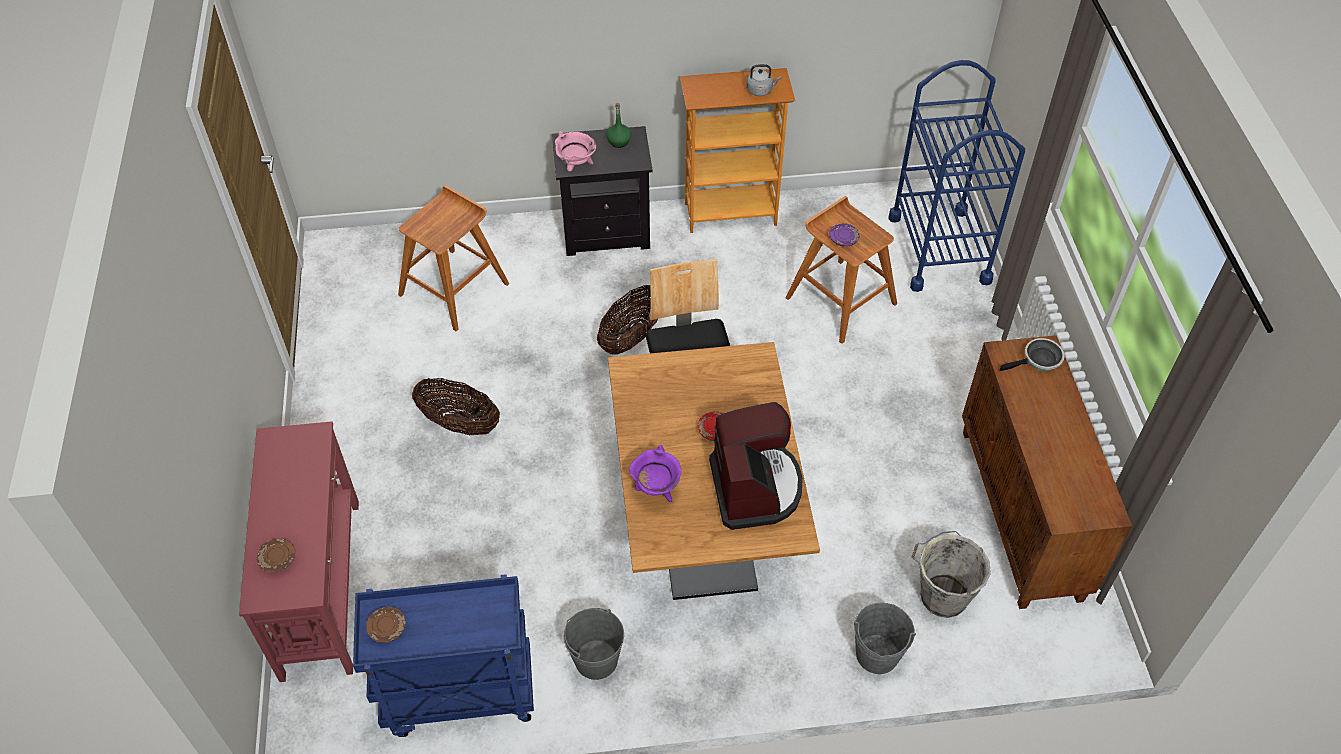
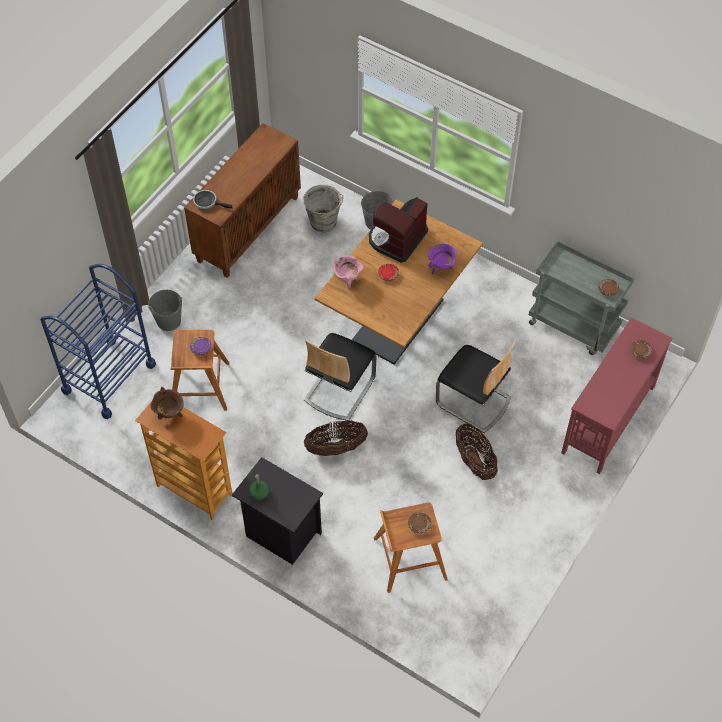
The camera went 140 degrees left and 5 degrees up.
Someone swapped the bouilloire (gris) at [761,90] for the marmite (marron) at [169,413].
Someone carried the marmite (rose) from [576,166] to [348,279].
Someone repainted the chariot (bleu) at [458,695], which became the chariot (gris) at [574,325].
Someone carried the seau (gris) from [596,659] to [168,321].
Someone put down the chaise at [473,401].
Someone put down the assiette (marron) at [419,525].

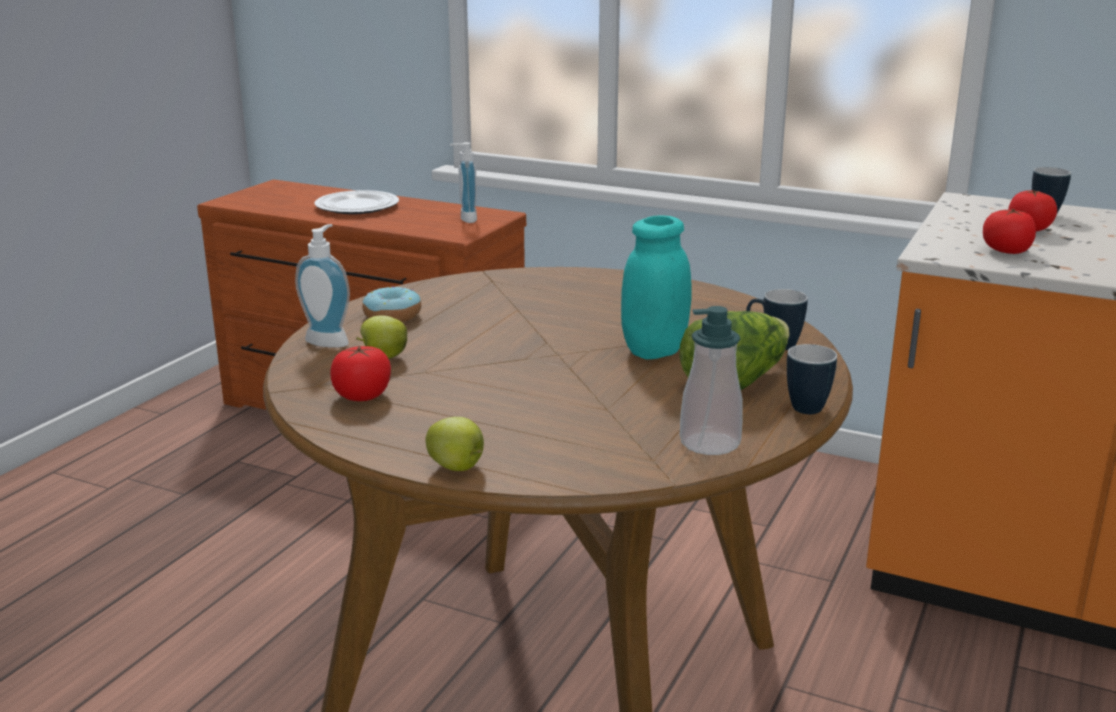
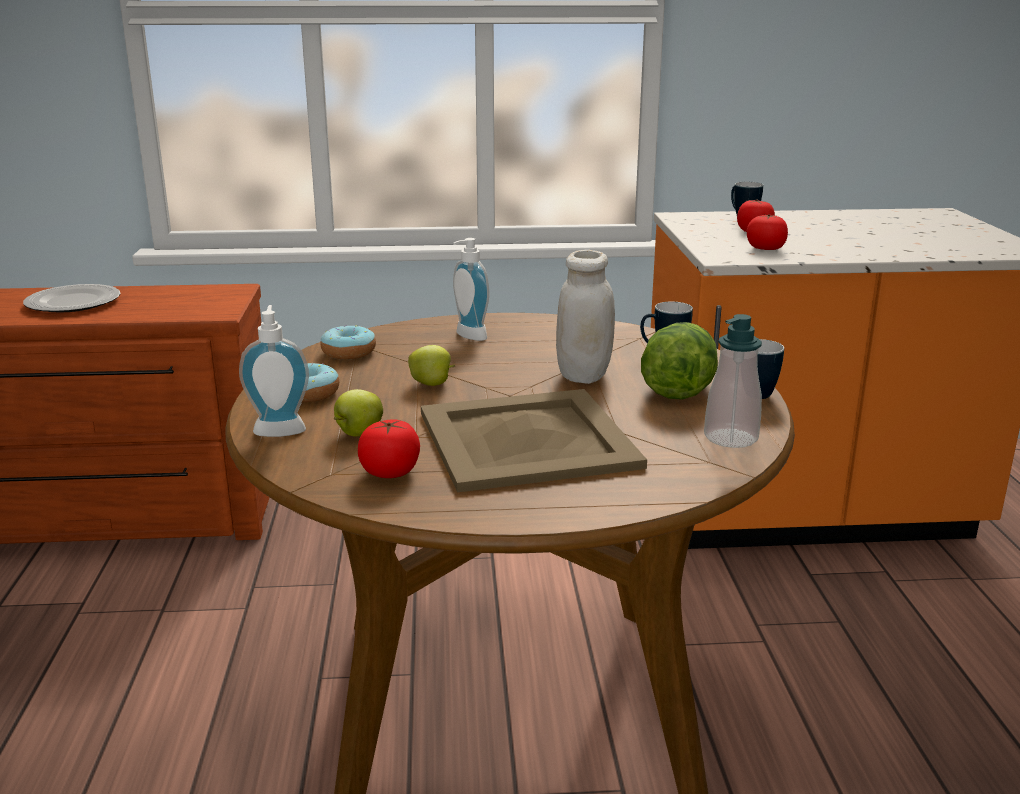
The camera went 30 degrees left and 0 degrees up.
Someone carried the distributeur de savon from [465,219] to [467,336].
Someone repainted the bocal (turquoise) at [654,351], which became the bocal (blanc) at [584,375].
Someone carried the pomme from [457,468] to [432,384].
Someone put down the beignet at [348,352].
Someone put down the plateau (beige) at [525,440].

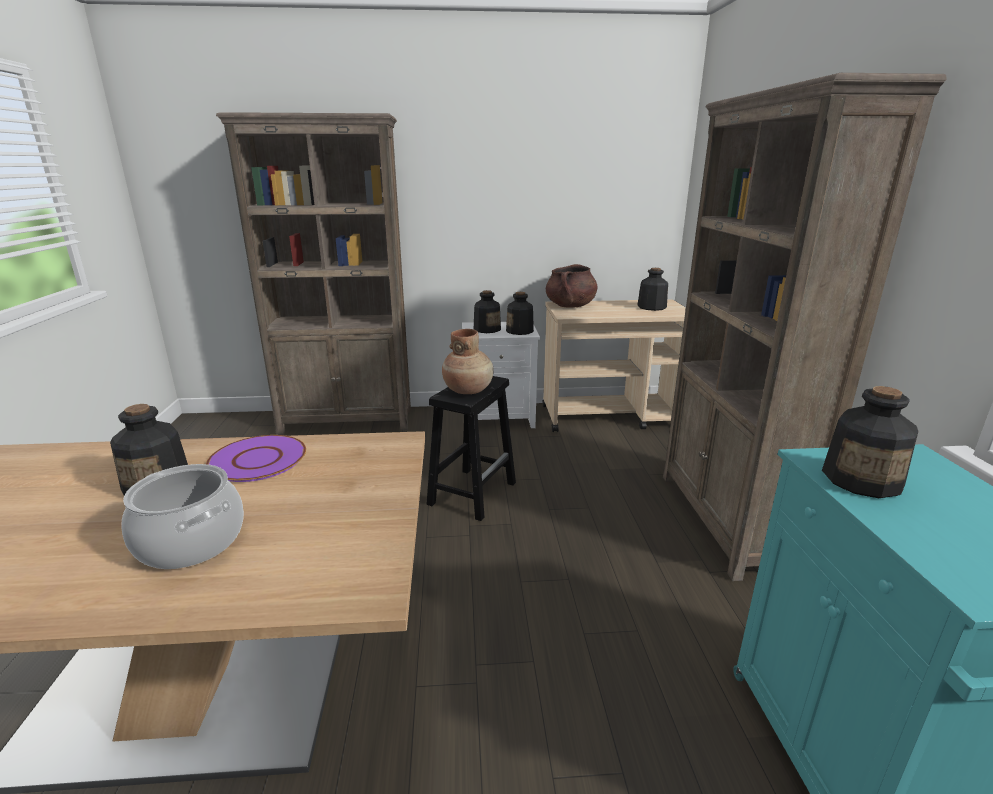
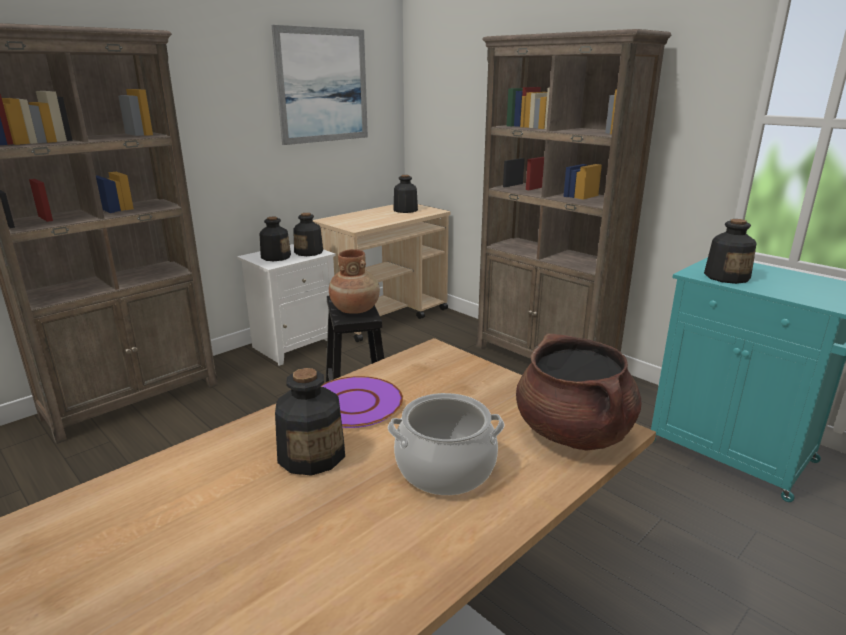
The camera went 40 degrees left and 0 degrees up.
Someone carried the marmite (marron) from [570,306] to [573,433].
Someone put up the tableau at [323,86].

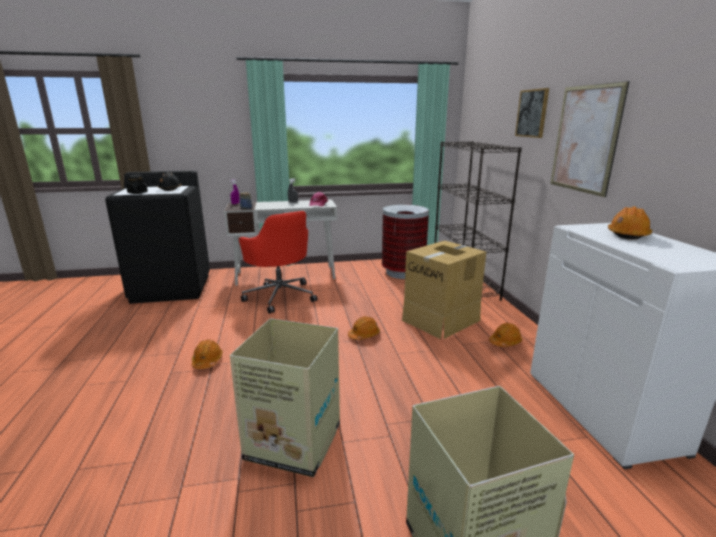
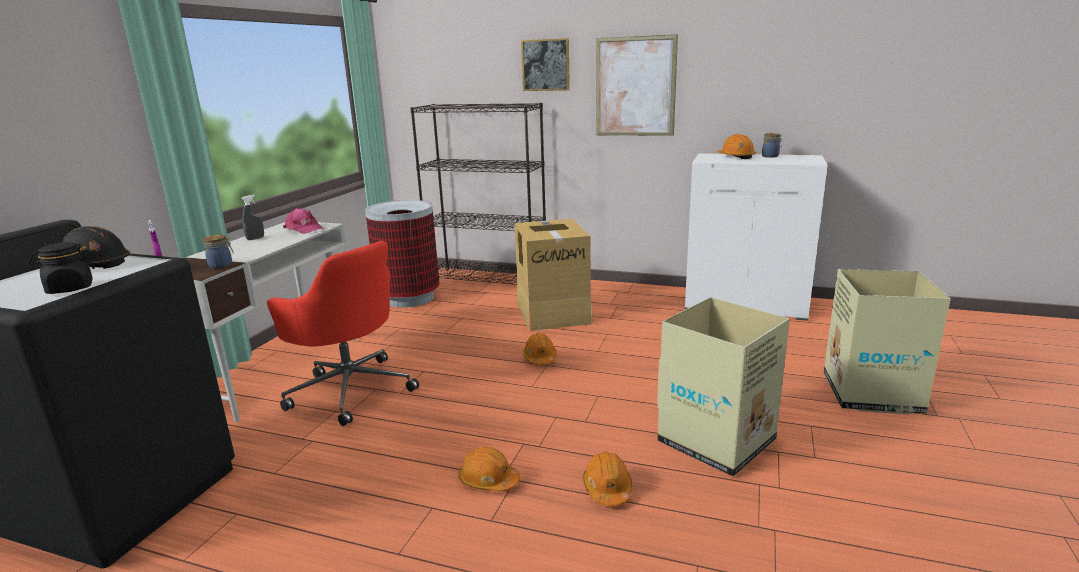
The camera went 60 degrees left and 0 degrees up.
Someone rotated the chaise de bureau (rouge) at [280,296] by 45 degrees clockwise.
Someone carried the casque de chantier (orange) from [505,342] to [607,489].
Someone put down the bocal at [771,156].

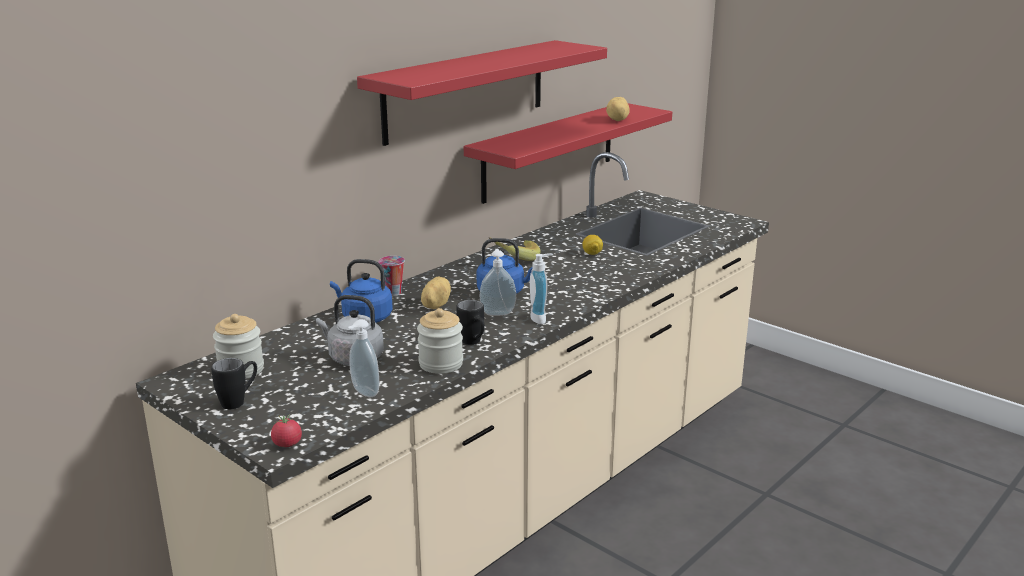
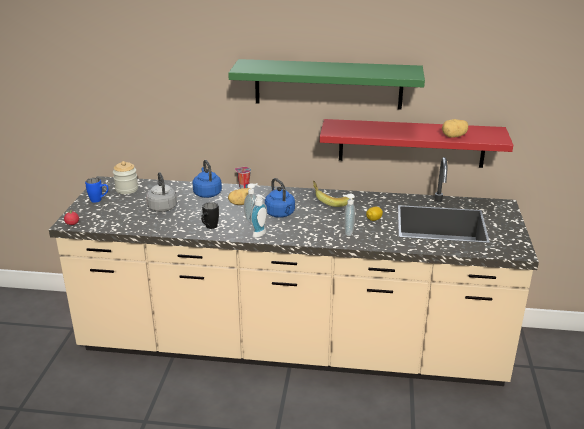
The camera went 55 degrees right and 5 degrees up.
Someone repainted the étagère (rouge) at [466,90], which became the étagère (vert) at [328,84].
Someone took away the bocal at [441,364].
Someone carried the distributeur de savon from [363,393] to [347,232].
Someone repainted the mug (noir) at [239,401], which became the mug (bleu) at [99,200].

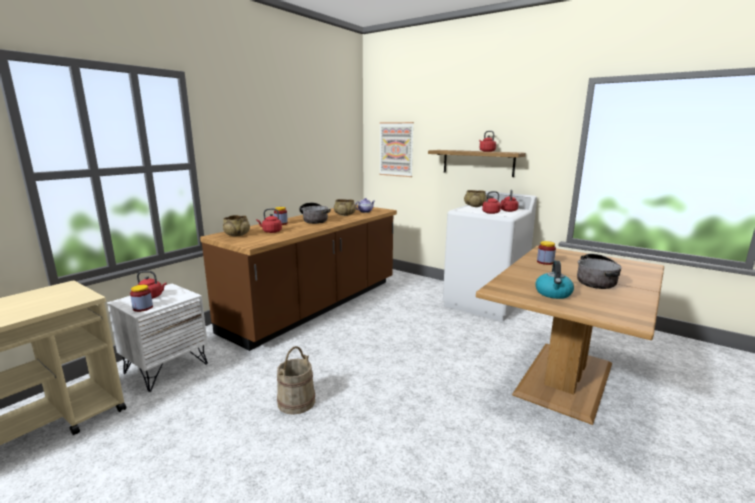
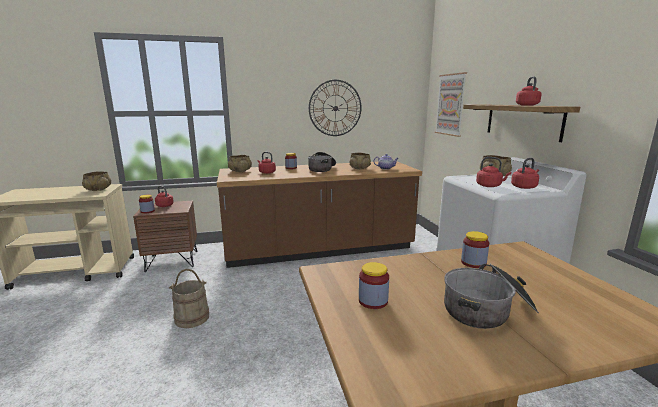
The camera went 40 degrees right and 0 degrees up.
Someone swapped the bouilloire at [553,293] for the bocal at [373,301].
Someone repainted the table de chevet (blanc) at [166,368], which became the table de chevet (marron) at [172,261].
Someone put up the horloge murale at [335,108].
Someone put down the bol (beige) at [98,189].

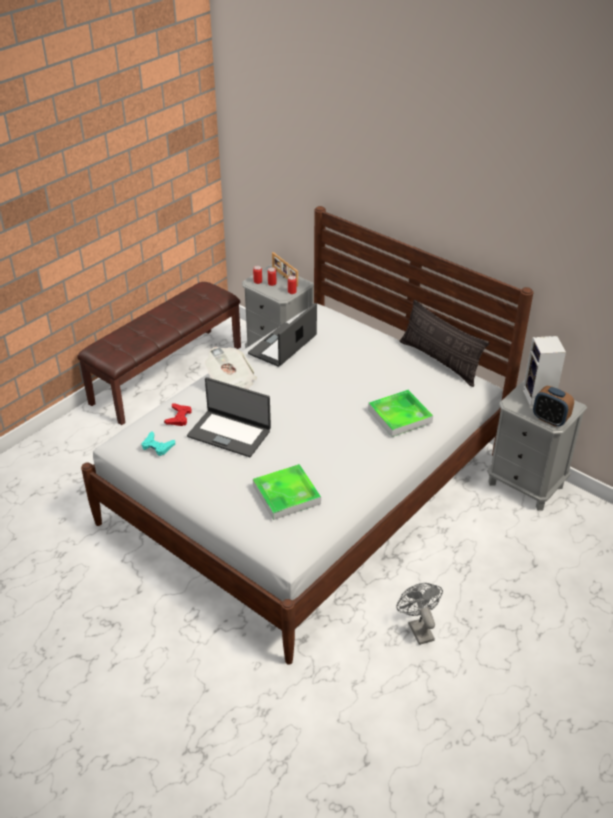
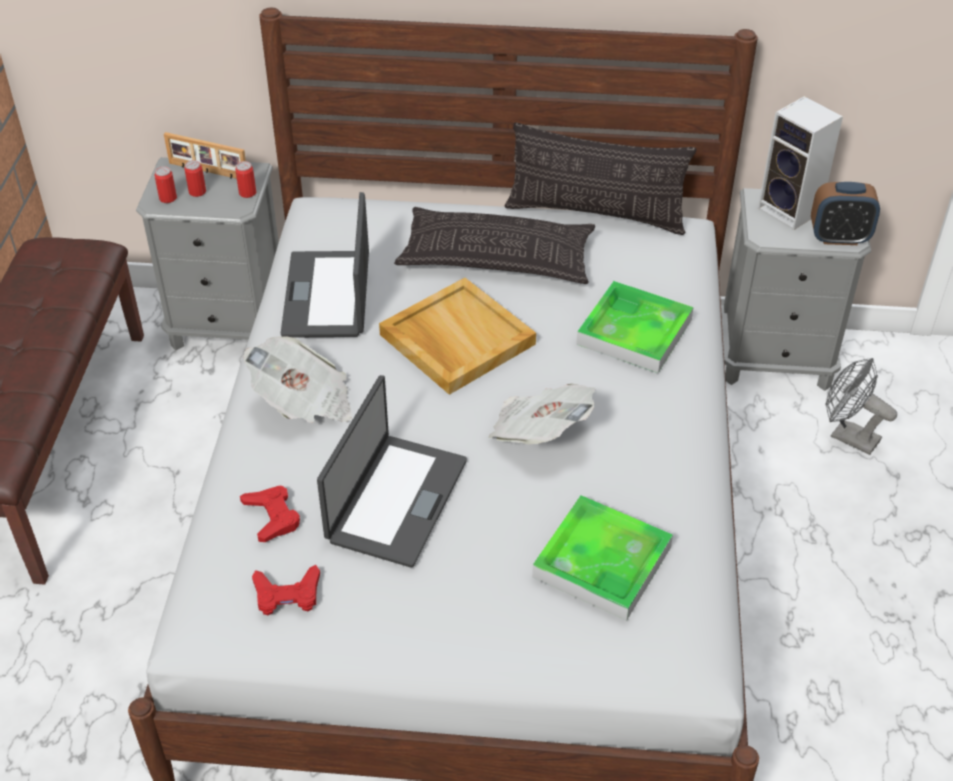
The camera went 35 degrees left and 5 degrees up.
Someone rotated the ordinateur portable at [229,433] by 60 degrees counterclockwise.
Someone repainted the manette (turquoise) at [157,446], which became the manette (rouge) at [287,595].
Someone carried the ventilateur (gris) from [418,628] to [847,436].
Someone put down the coussin at [497,257].
Someone put down the plateau (beige) at [455,339].
Someone put down the journal at [539,432].

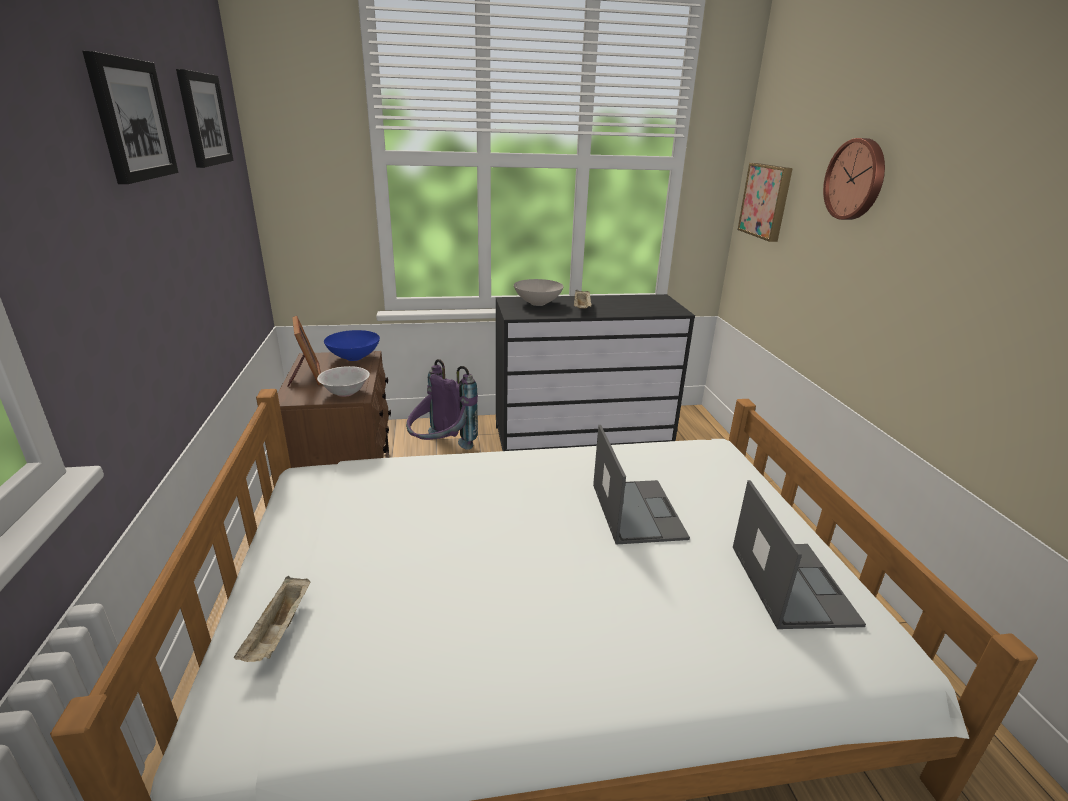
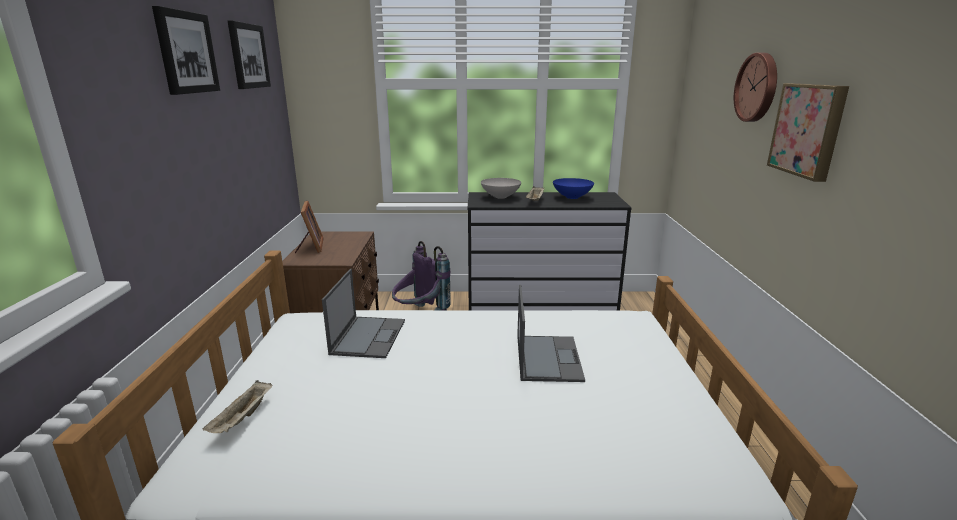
The camera went 10 degrees right and 5 degrees down.
Someone carried the tableau from [766,201] to [808,130].
Someone carried the bol (bleu) from [354,358] to [572,197].
Someone took away the bol (blanc) at [345,392].
Someone carried the ordinateur portable from [791,583] to [368,336].

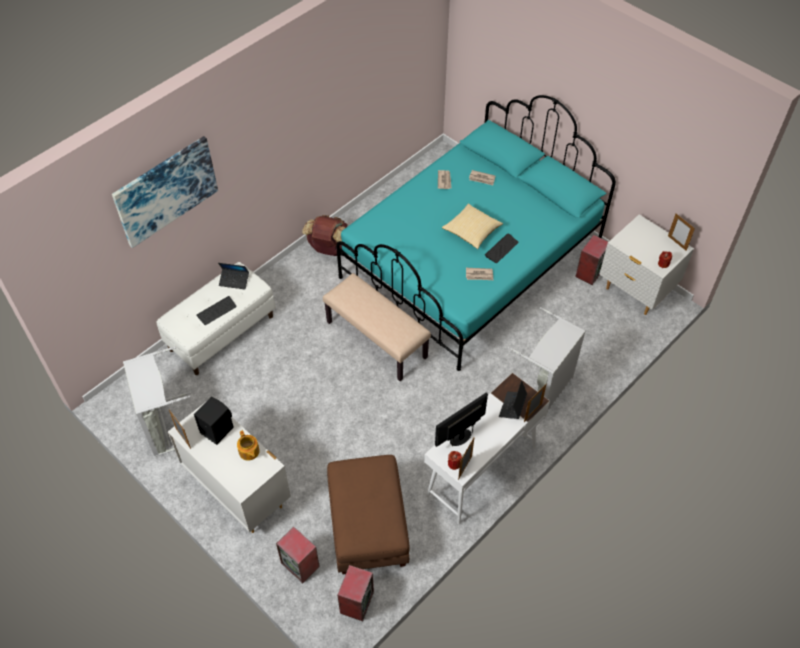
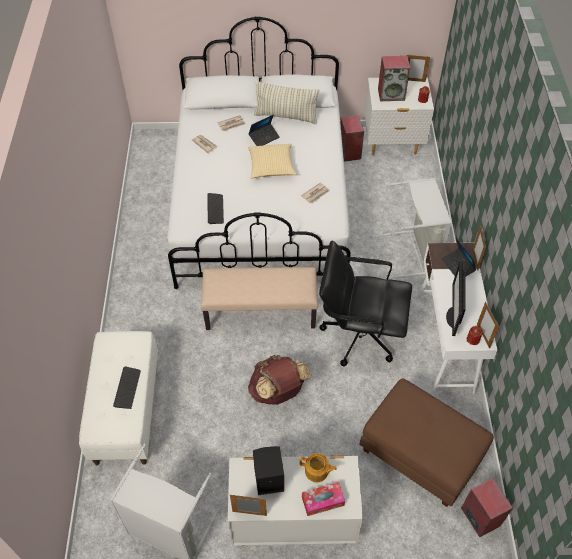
The camera went 45 degrees left and 0 degrees up.
Someone repainted the lit (turquoise) at [471,261], which became the lit (blanc) at [261,202].
Someone took away the tableau at [166,191].
Someone carried the sac à dos (marron) from [330,249] to [278,392].
Someone carried the clavier from [501,249] to [215,209].
Someone carried the ordinateur portable from [234,281] to [264,138].
Someone carried the enceinte from [301,565] to [391,94].
Someone put down the coussin at [286,116].
Someone put down the chaise de bureau (noir) at [359,334].
Someone put down the boîte à mouchoirs at [322,501].

